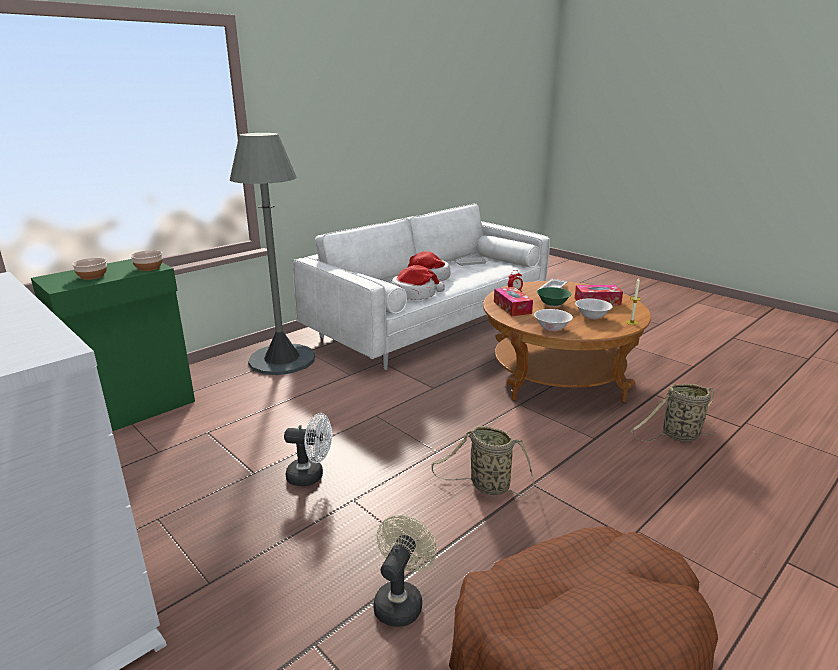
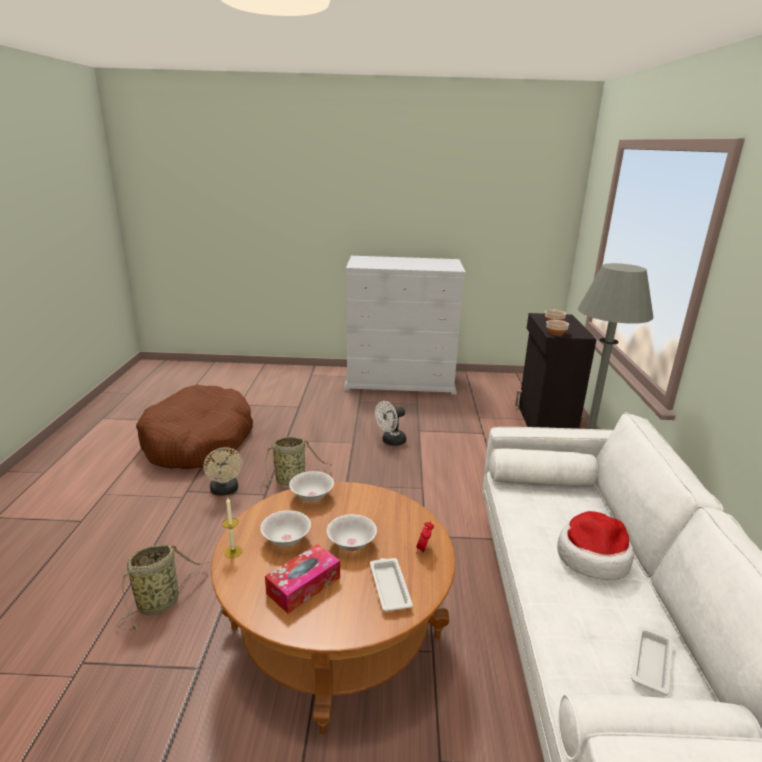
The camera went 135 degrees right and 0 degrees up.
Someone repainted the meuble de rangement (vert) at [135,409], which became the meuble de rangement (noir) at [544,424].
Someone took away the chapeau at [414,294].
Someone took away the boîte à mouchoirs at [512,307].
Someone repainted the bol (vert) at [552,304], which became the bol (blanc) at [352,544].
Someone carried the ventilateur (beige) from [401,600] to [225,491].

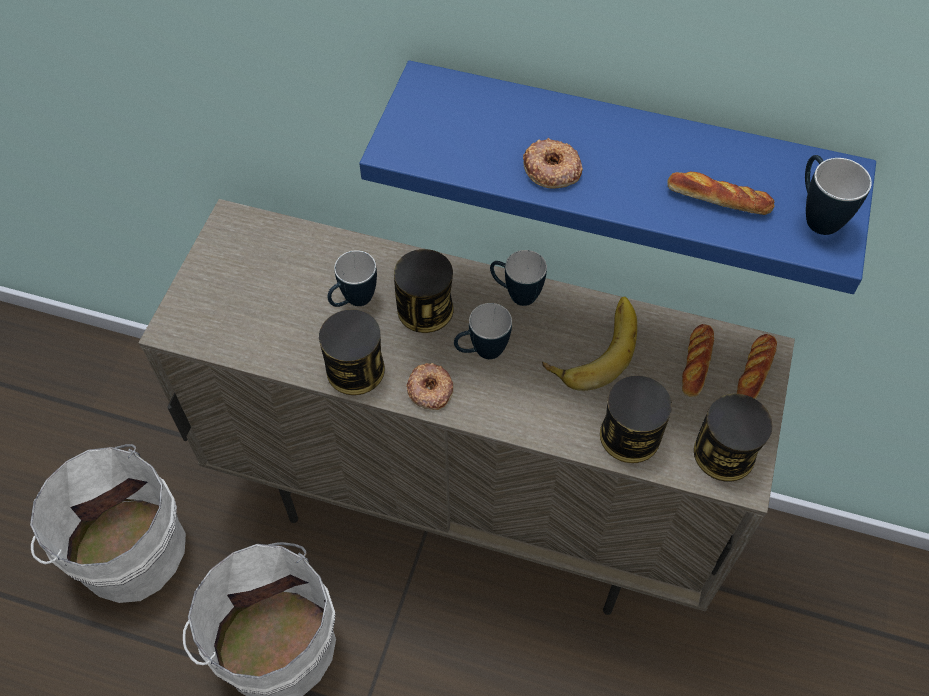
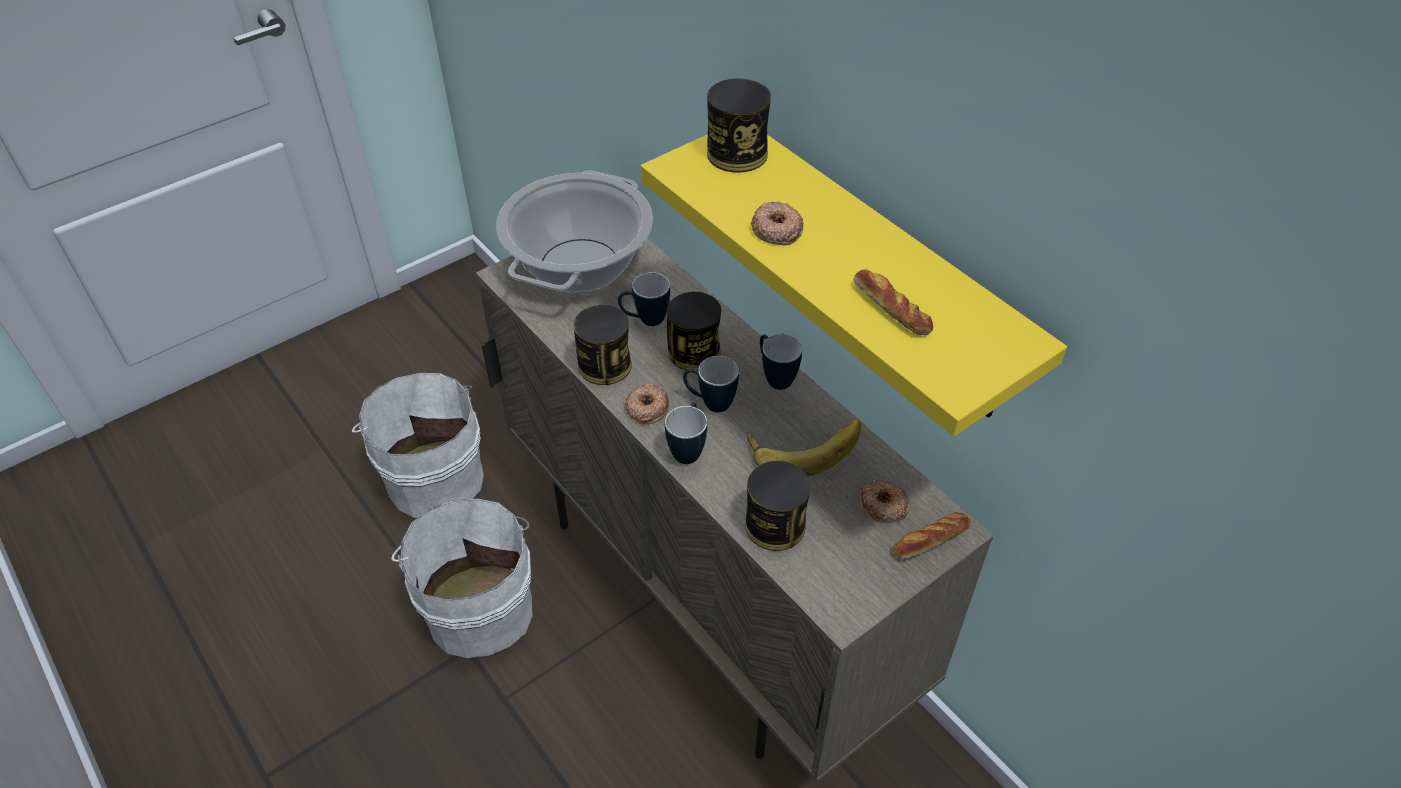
The camera went 35 degrees right and 10 degrees down.
Someone repainted the étagère (bleu) at [624,159], which became the étagère (jaune) at [879,272].
Someone carried the mug from [816,216] to [688,449].
Someone swapped the pain at [696,363] for the beignet at [883,505].
Someone carried the boîte métallique from [724,453] to [737,154].
Someone put down the marmite at [580,267].

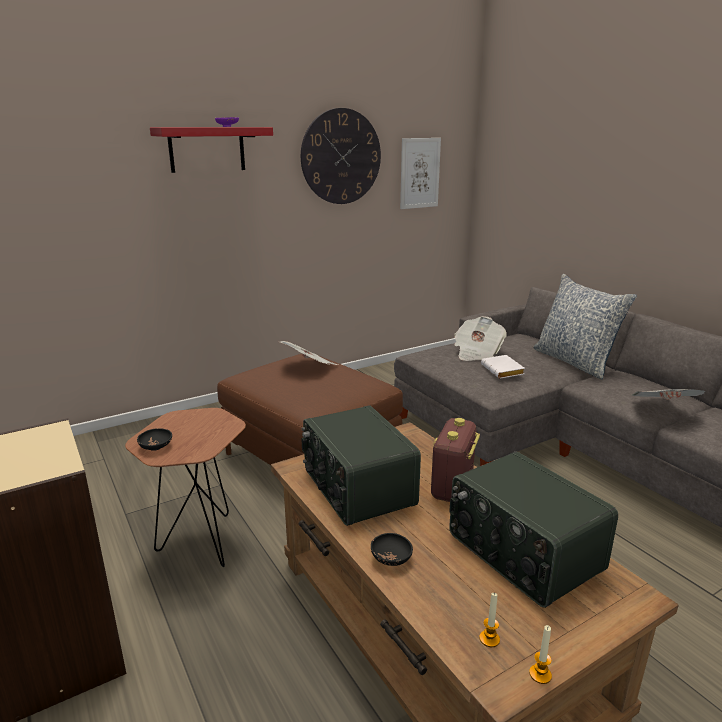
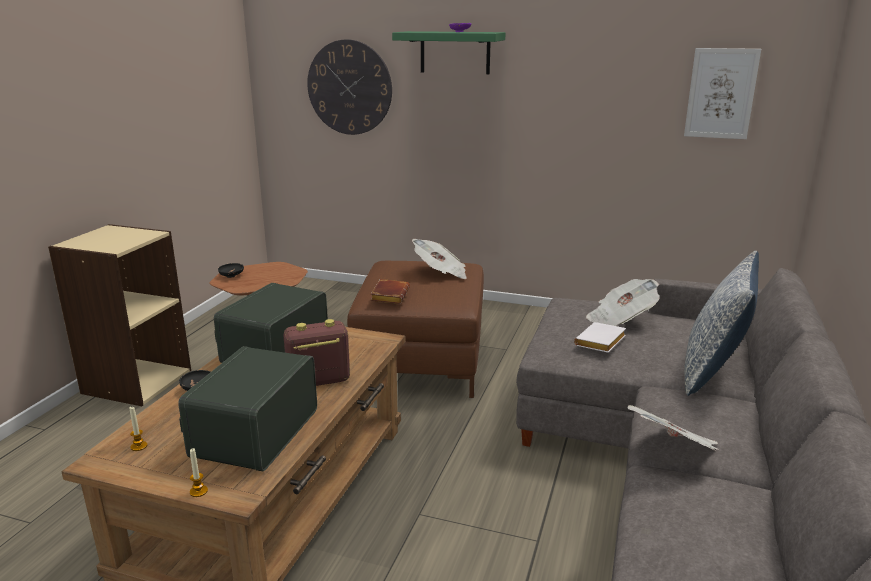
The camera went 50 degrees right and 0 degrees up.
Someone carried the horloge murale from [341,157] to [349,87].
Someone repainted the étagère (rouge) at [207,149], which became the étagère (vert) at [455,52].
Someone carried the bougie from [540,674] to [198,491].
Someone put down the livre (marron) at [389,295].

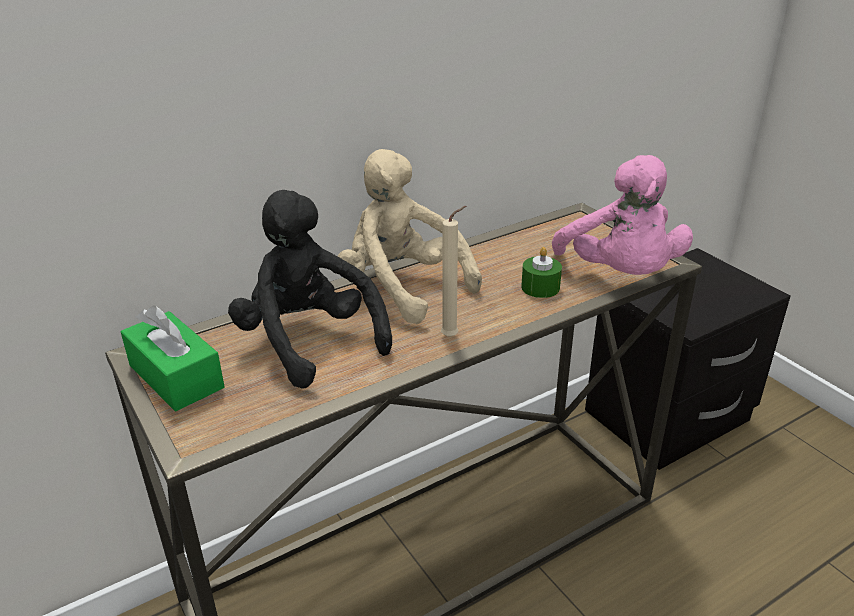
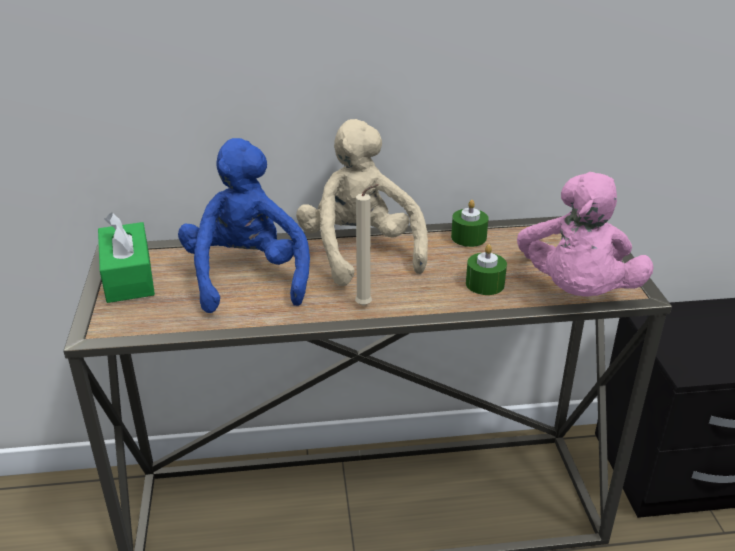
The camera went 25 degrees right and 0 degrees up.
Someone repainted the peluche (noir) at [309,341], which became the peluche (bleu) at [247,277].
Someone put down the bougie (vert) at [468,237].

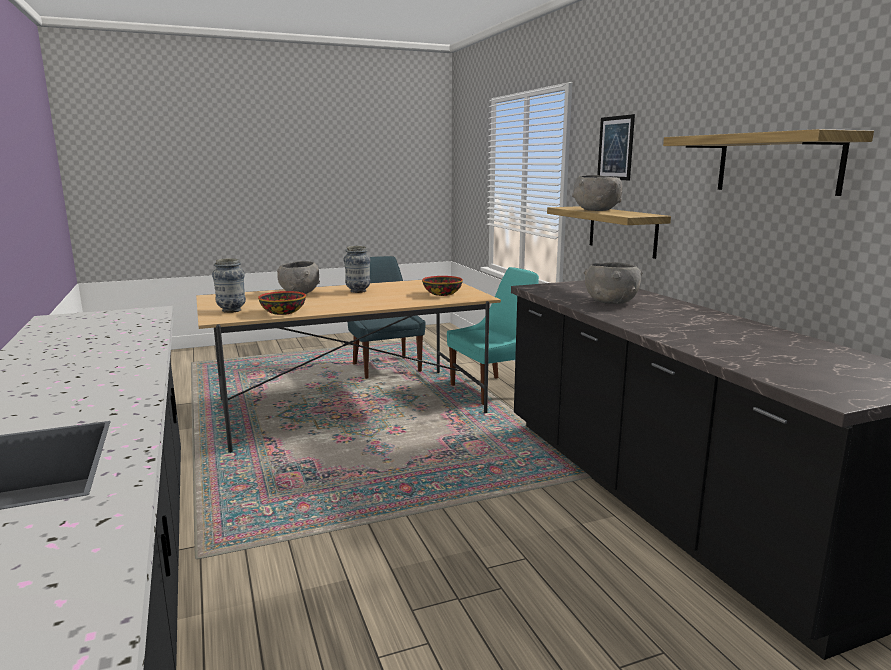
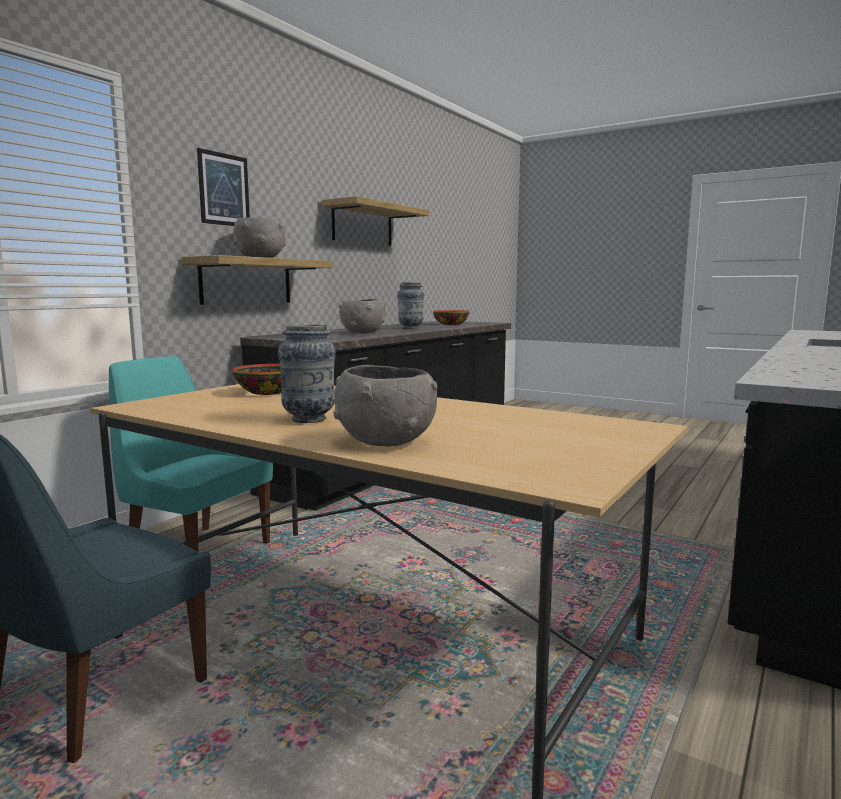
The camera went 125 degrees left and 5 degrees down.
Someone carried the vase from [231,310] to [410,328].
Someone carried the bol from [283,312] to [450,324].

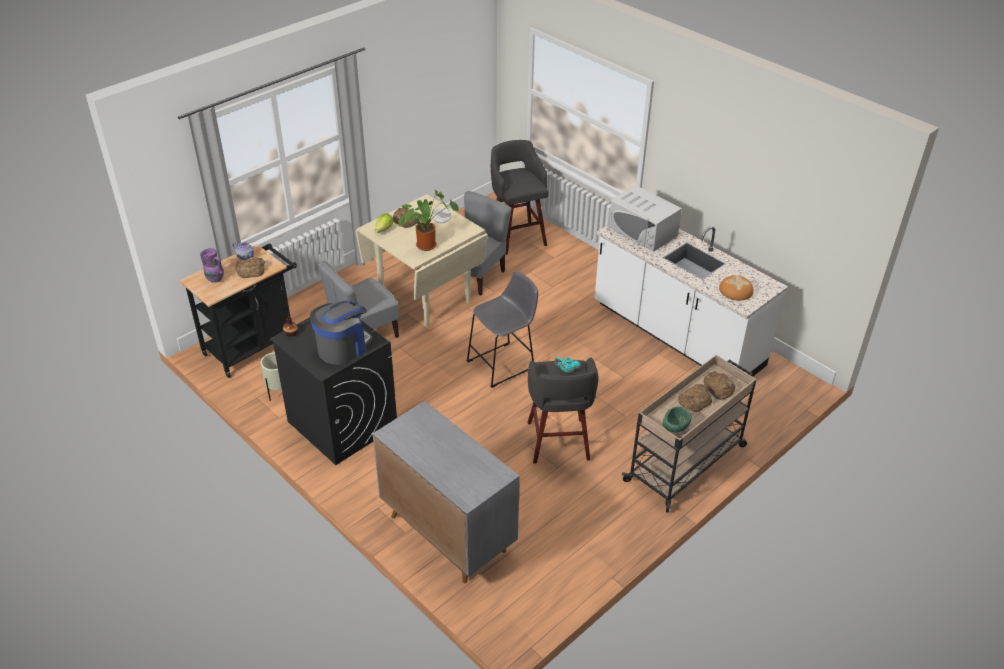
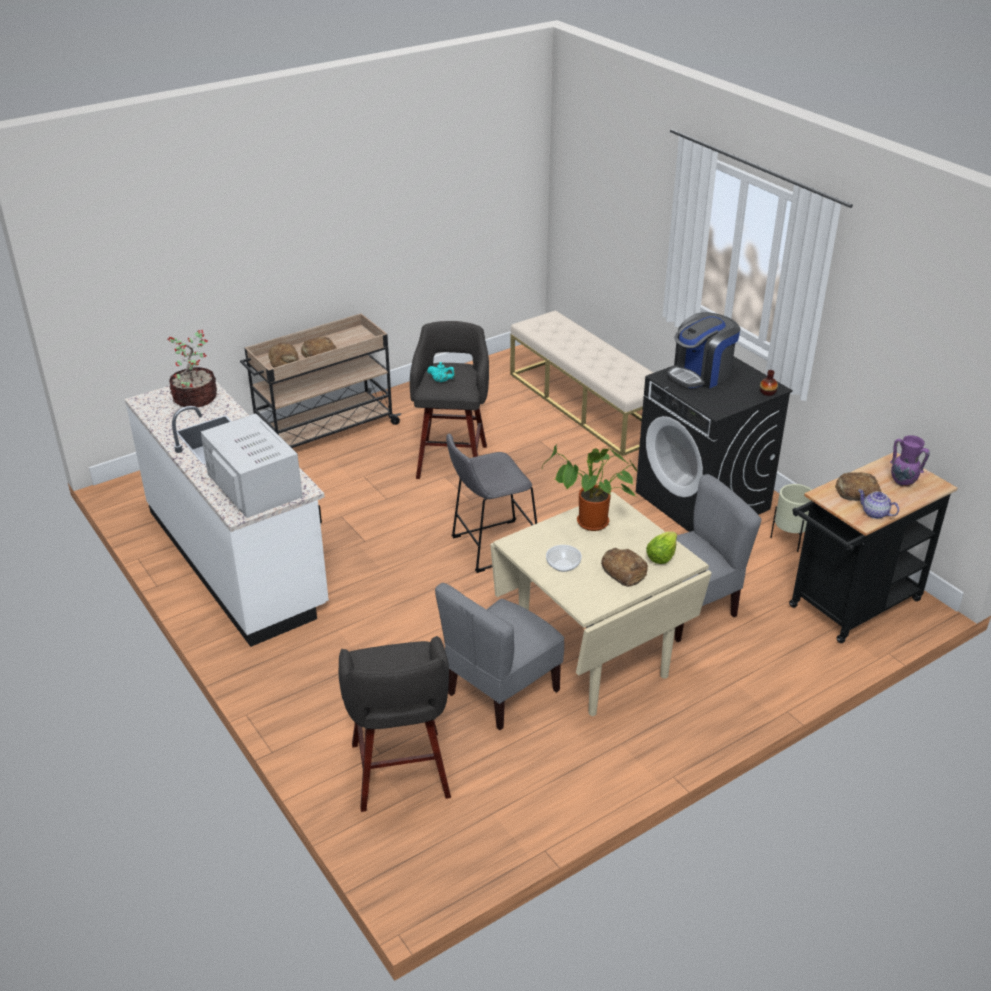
The camera went 170 degrees left and 5 degrees down.
Someone swapped the pain at [736,291] for the plante en pot at [194,399].
Someone swapped the meuble de rangement (gris) at [447,532] for the banc (beige) at [586,405].
Someone took away the bol (vert) at [675,429].

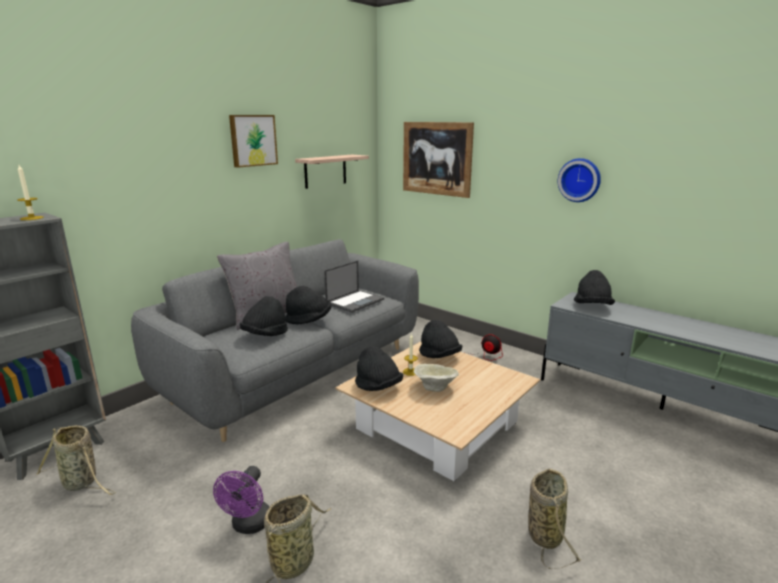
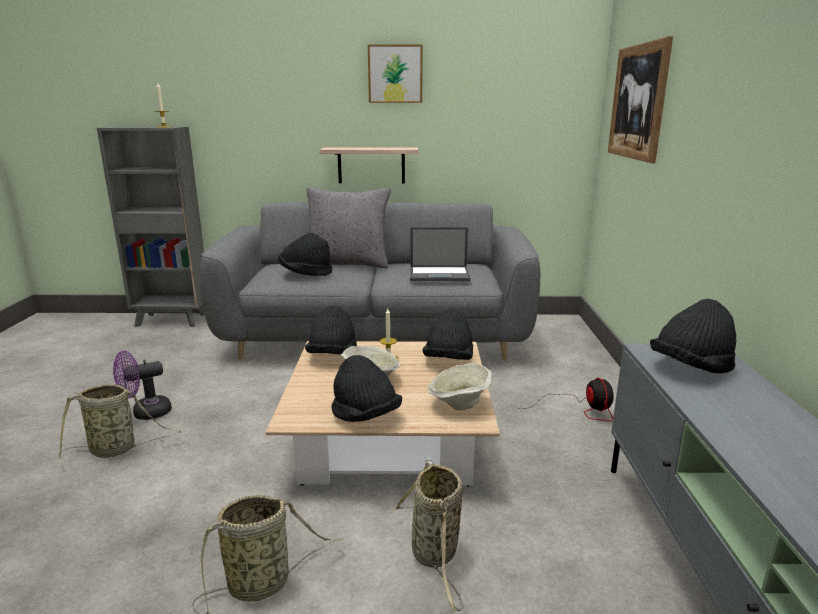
The camera went 50 degrees right and 0 degrees up.
Someone carried the étagère from [325,171] to [371,165].
Someone took away the horloge murale at [580,180].
Someone carried the chapeau (noir) from [309,320] to [365,416].
Someone carried the panier from [82,483] to [435,555].
Someone put down the bol (beige) at [459,404].

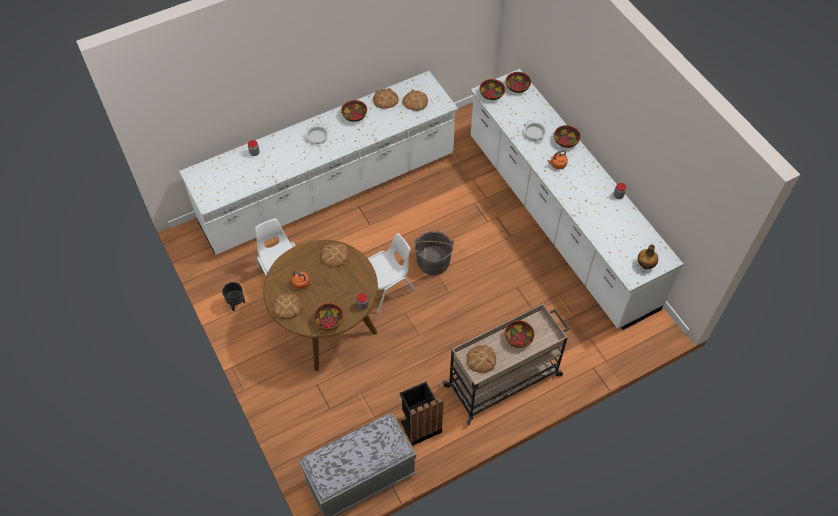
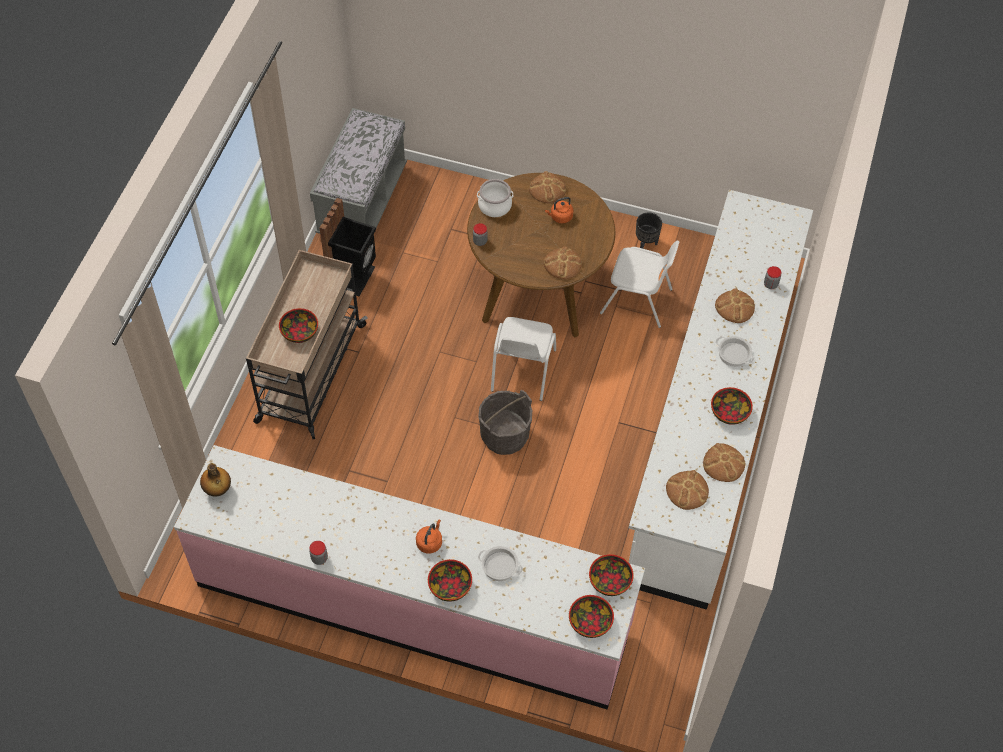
The camera went 135 degrees right and 0 degrees up.
Someone repainted the comptoir de cuisine (blanc) at [558,221], which became the comptoir de cuisine (rose) at [413,606].
Someone swapped the bol at [329,321] for the marmite at [495,206].
Someone carried the pain from [481,359] to [734,307].

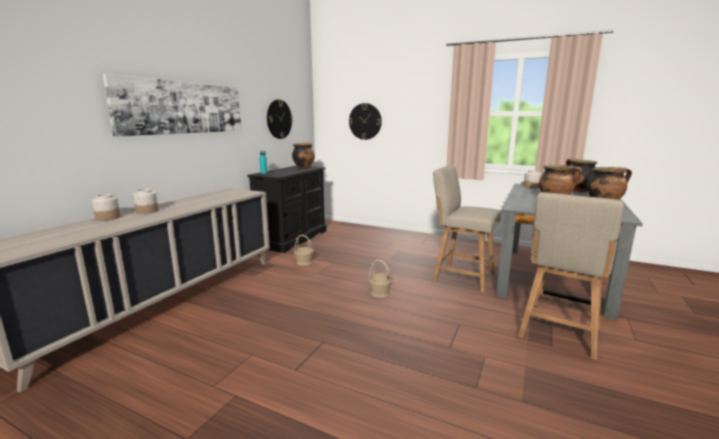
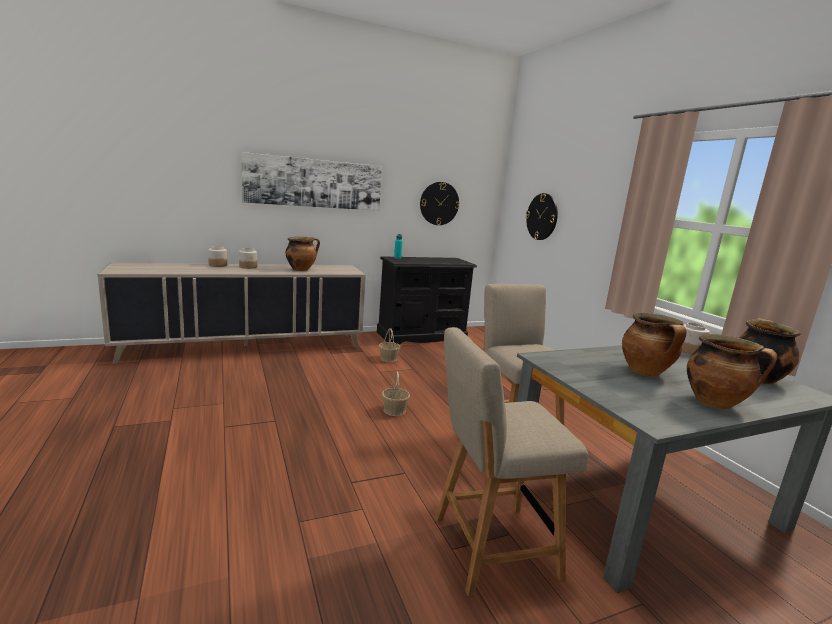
The camera went 40 degrees right and 0 degrees up.
Someone carried the marmite from [304,167] to [301,269].

